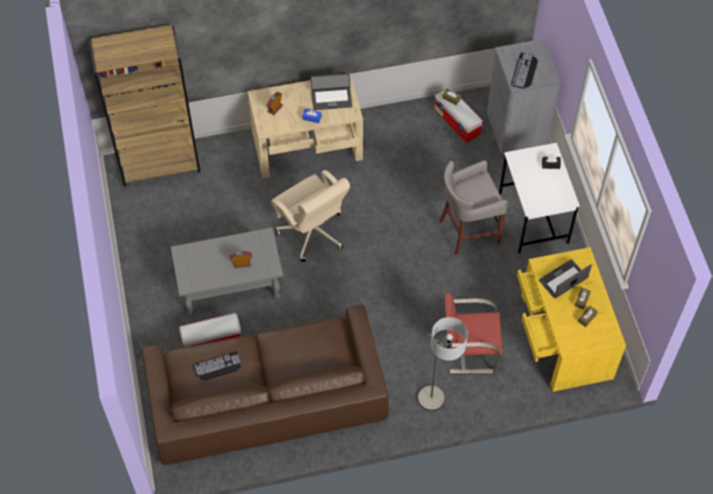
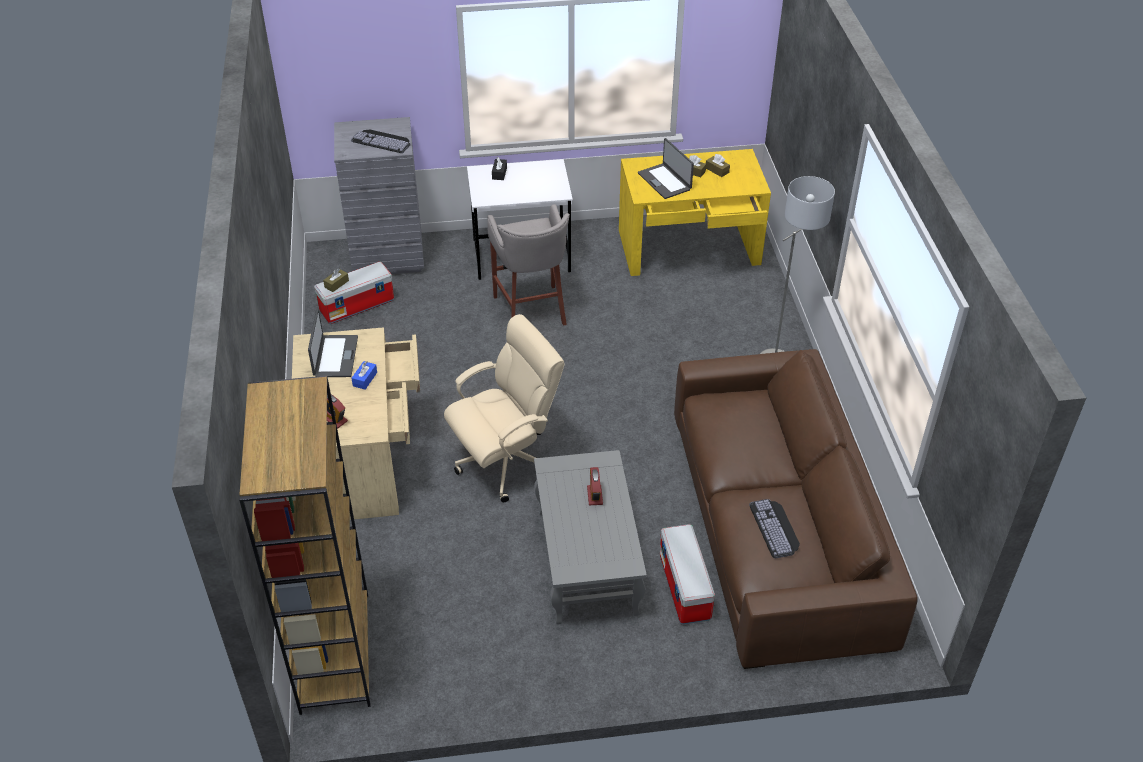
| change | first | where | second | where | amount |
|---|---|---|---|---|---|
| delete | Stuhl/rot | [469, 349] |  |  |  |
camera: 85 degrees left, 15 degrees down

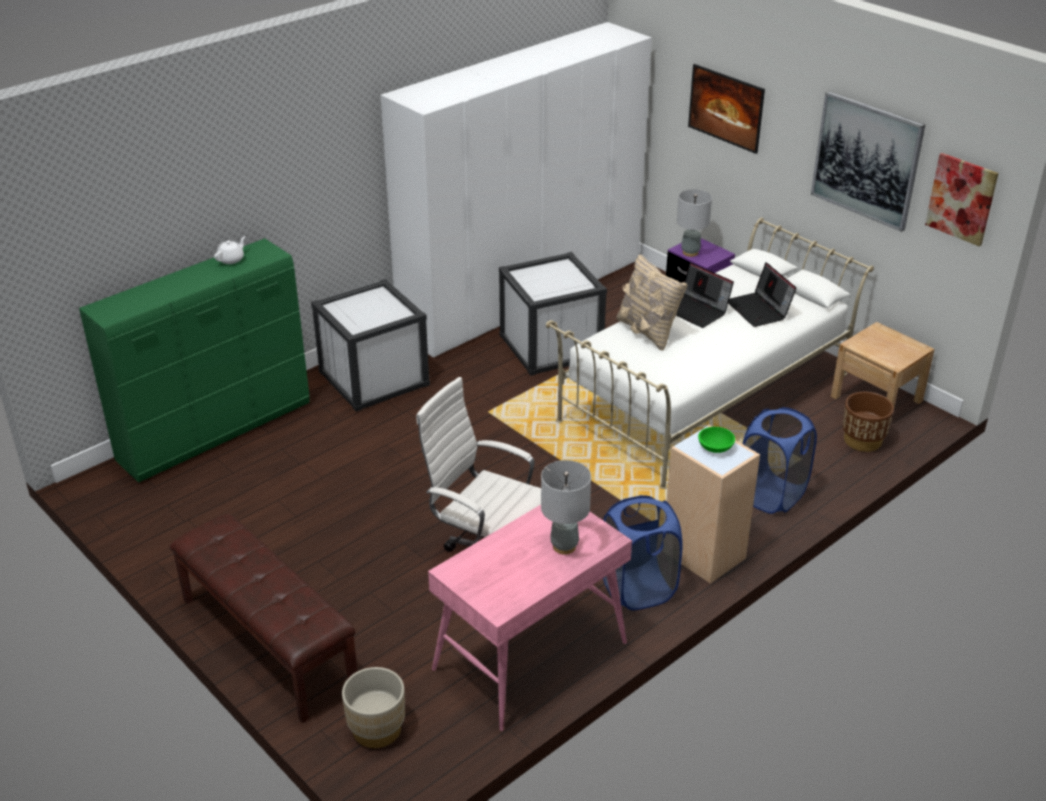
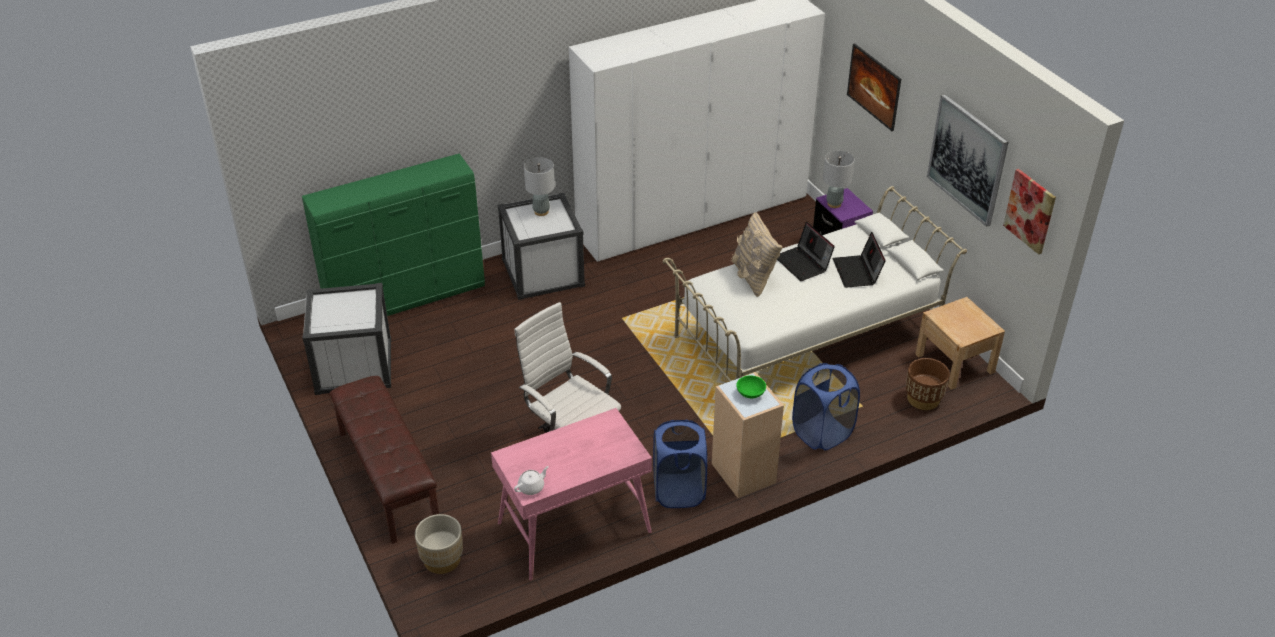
| change | first | where | second | where | amount |
|---|---|---|---|---|---|
| move | Aufbewahrungsbox/weiß | [550, 346] |  | [353, 366] |  |
| move | Teekanne/weiß | [231, 259] |  | [532, 487] |  |
| move | Tischlampe/grau | [564, 546] |  | [541, 212] |  |
camera: 15 degrees right, 5 degrees up

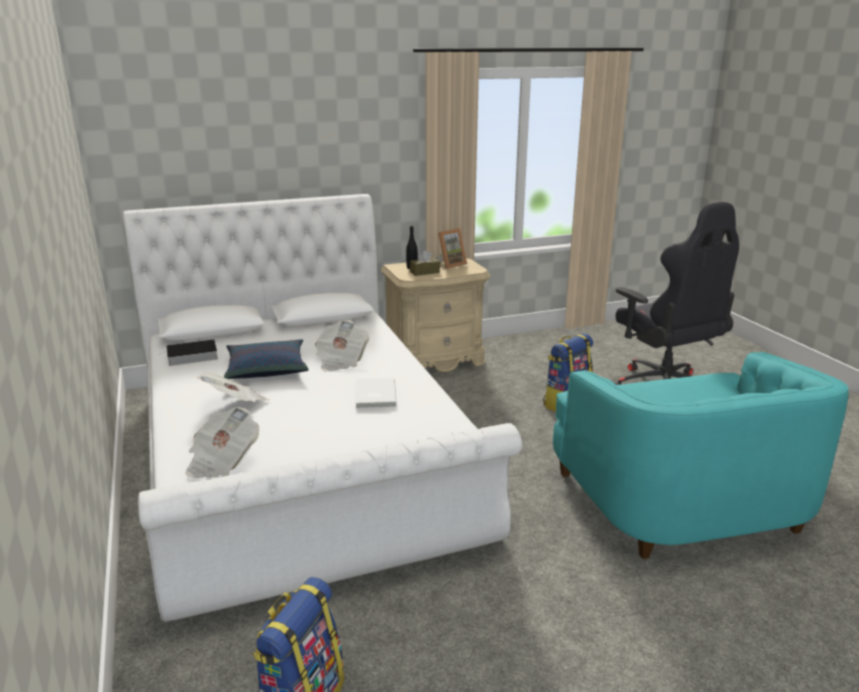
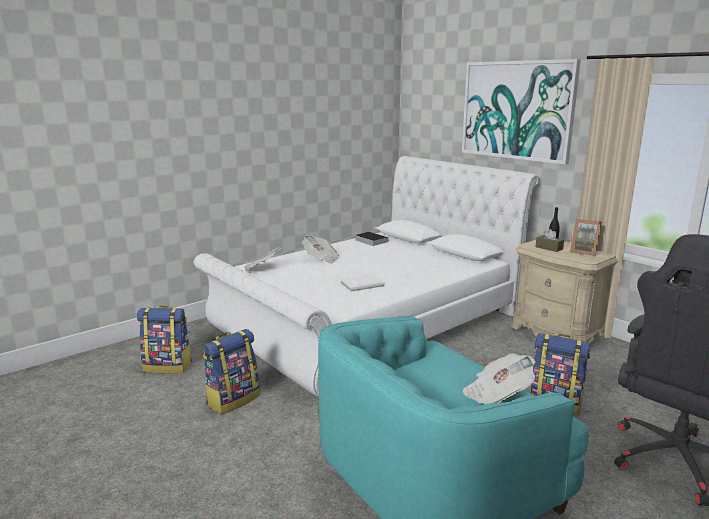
| change | first | where | second | where | amount |
|---|---|---|---|---|---|
| insert |  |  | Rucksack | [233, 399] |  |
| insert |  |  | Bild | [517, 110] |  |
| move | Zeitung | [341, 360] |  | [497, 395] |  |
| delete | Kissen/blau | [267, 369] |  |  |  |
camera: 70 degrees right, 5 degrees down

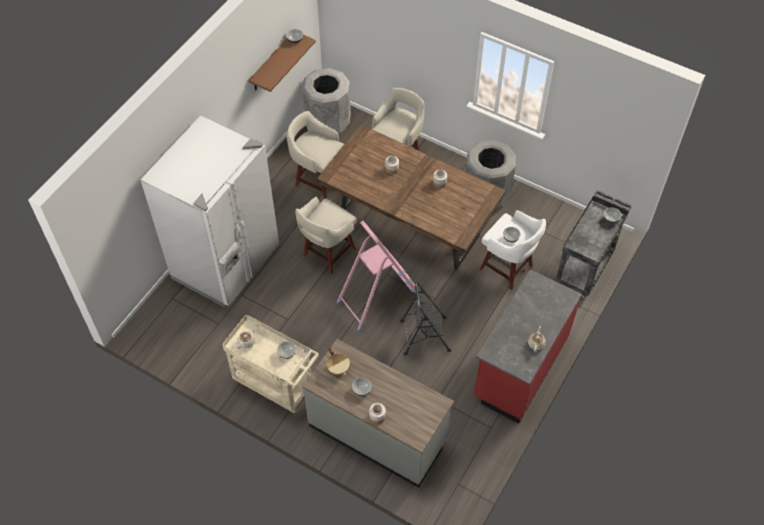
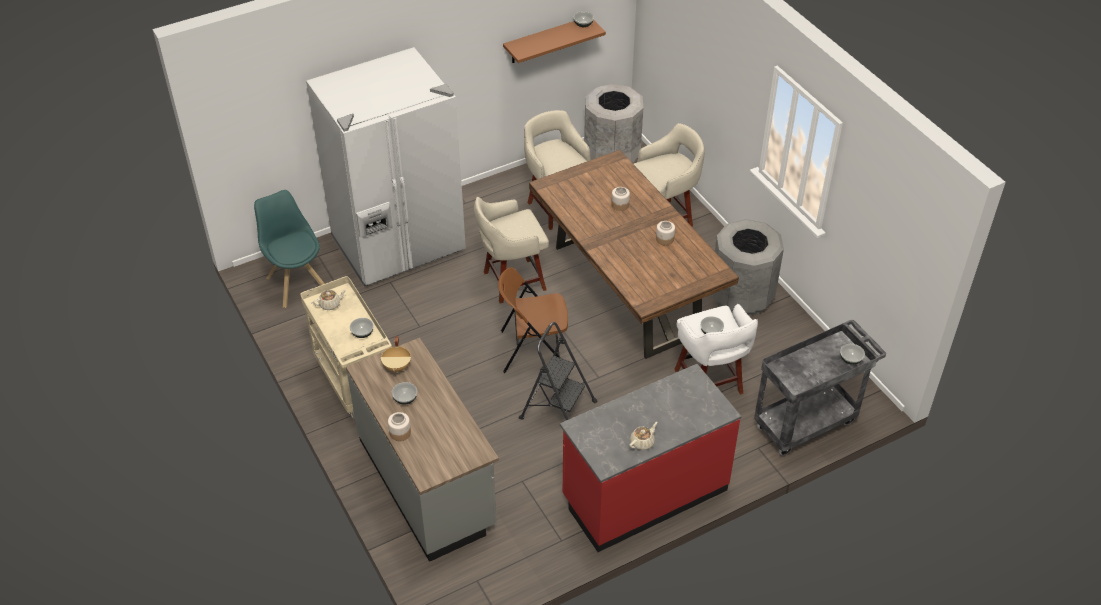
| change | first | where | second | where | amount |
|---|---|---|---|---|---|
| insert |  |  | Stuhl/türkis | [296, 284] |  |
| replace | Trittleiter/rosa | [379, 298] | Stuhl/braun | [534, 349] |  |
camera: 30 degrees right, 10 degrees down

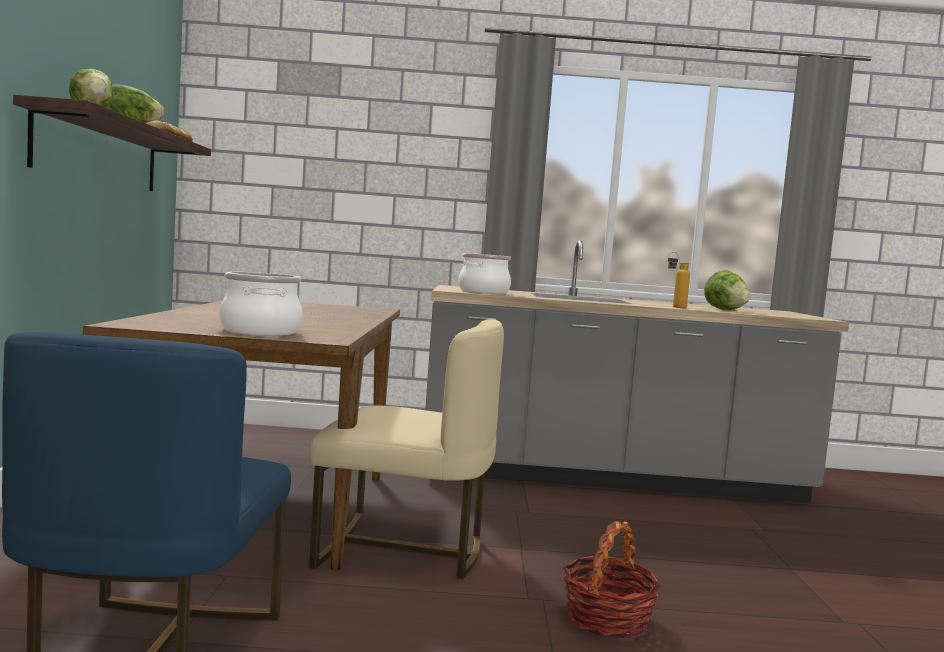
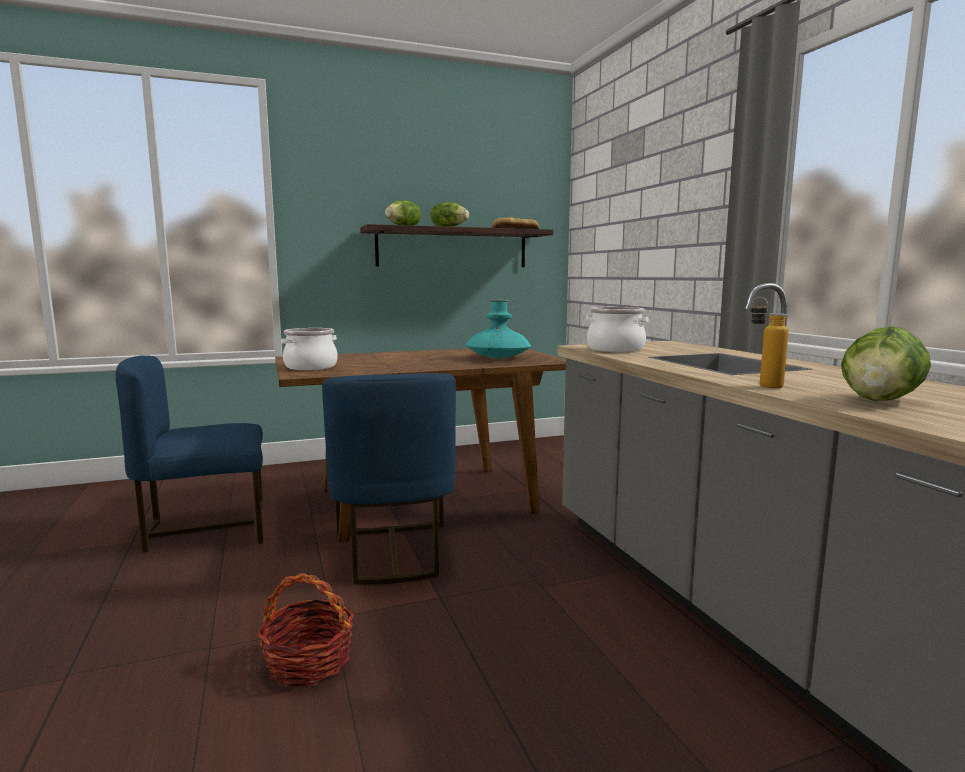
| change | first | where | second | where | amount |
|---|---|---|---|---|---|
| recolor | Stuhl/beige | [403, 549] | Stuhl/blau | [393, 553] |  |
| insert |  |  | Vase/türkis | [498, 358] |  |
camera: 70 degrees right, 5 degrees up

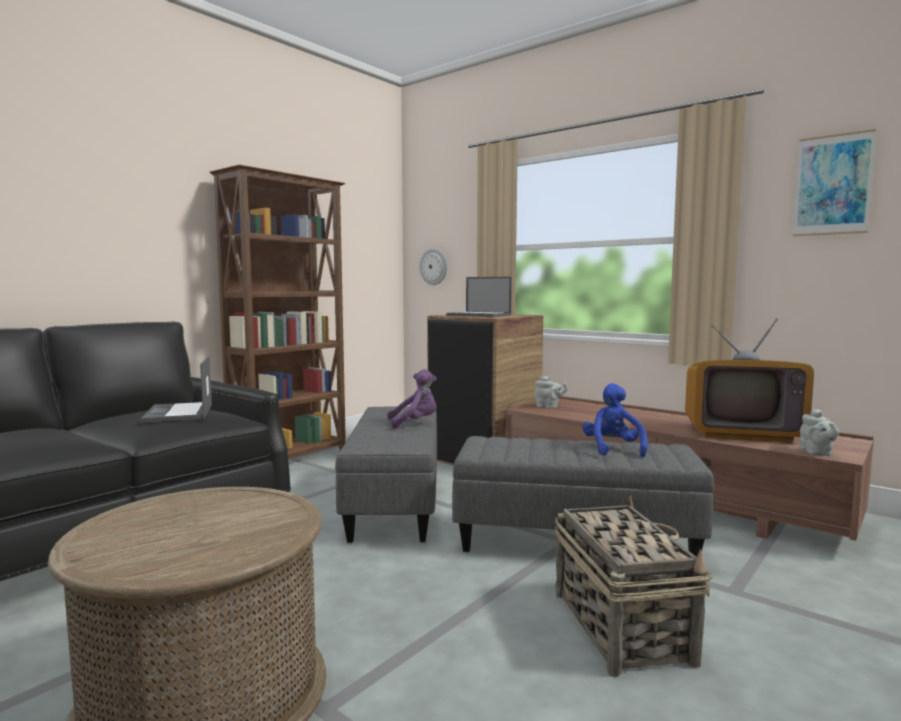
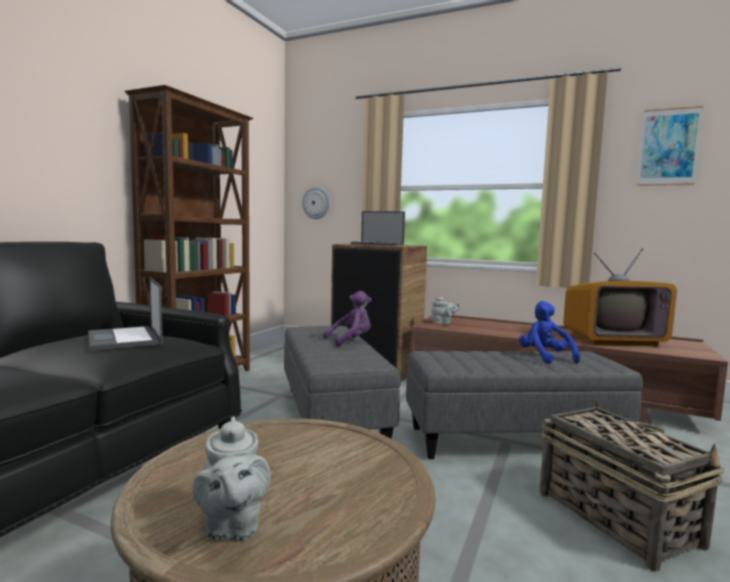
| change | first | where | second | where | amount |
|---|---|---|---|---|---|
| move | Teekanne/grau | [817, 453] |  | [232, 526] |  |
camera: 15 degrees left, 0 degrees up

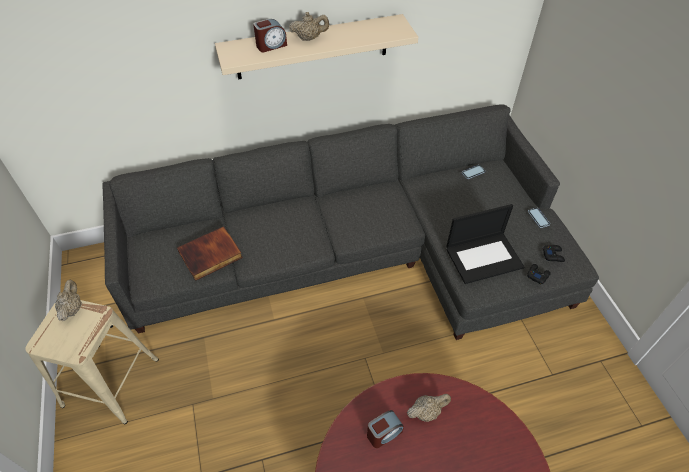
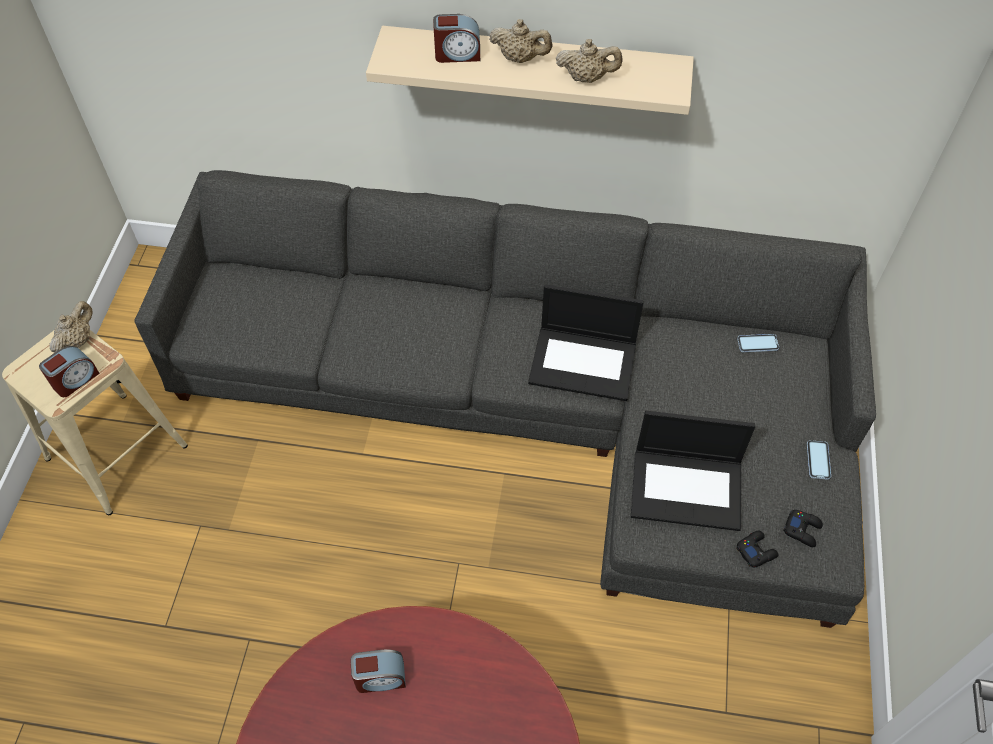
| change | first | where | second | where | amount |
|---|---|---|---|---|---|
| insert |  |  | Wecker | [75, 380] |  |
| insert |  |  | Laptop | [584, 362] |  |
| move | Teekanne/beige | [426, 412] |  | [587, 78] |  |
| delete | Buch | [210, 256] |  |  |  |
camera: 25 degrees right, 5 degrees up

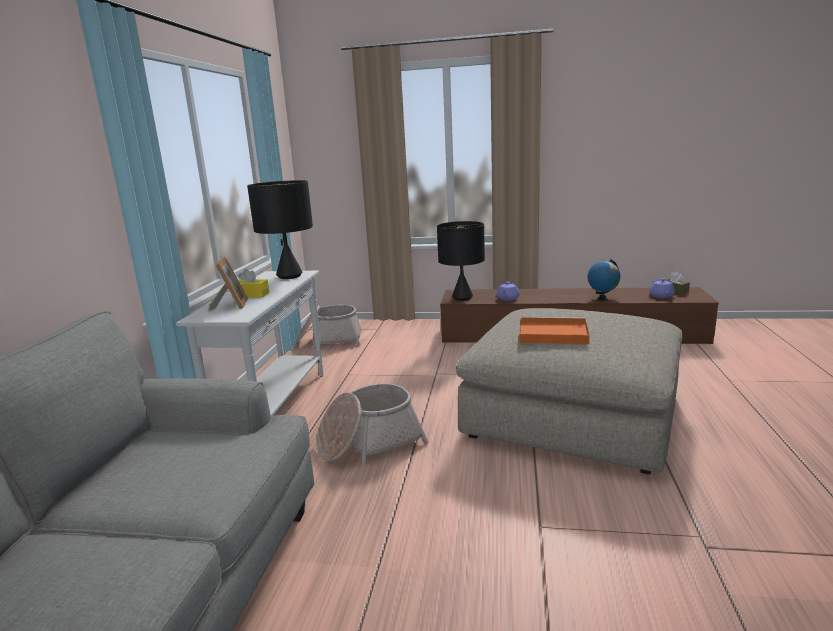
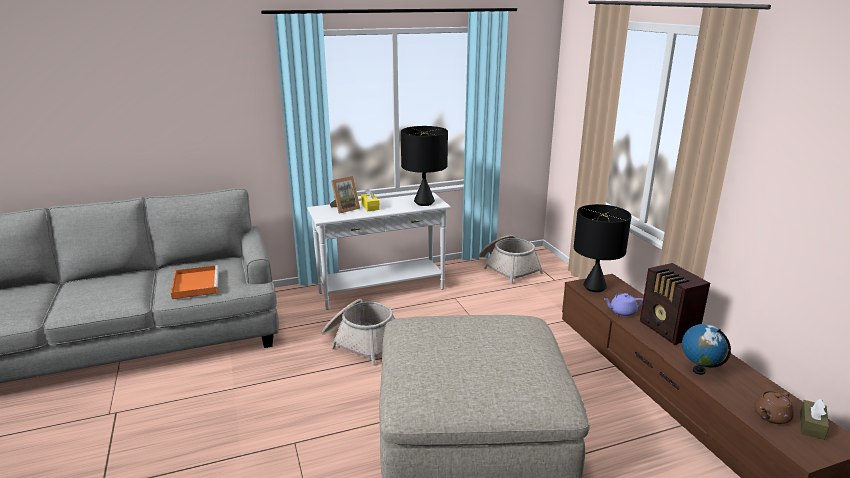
| change | first | where | second | where | amount |
|---|---|---|---|---|---|
| move | Tablett/orange | [551, 334] |  | [195, 284] |  |
| insert |  |  | Radio | [668, 330] |  |
| recolor | Teekanne/lila | [661, 296] | Teekanne/braun | [771, 416] |  |
camera: 60 degrees right, 5 degrees up

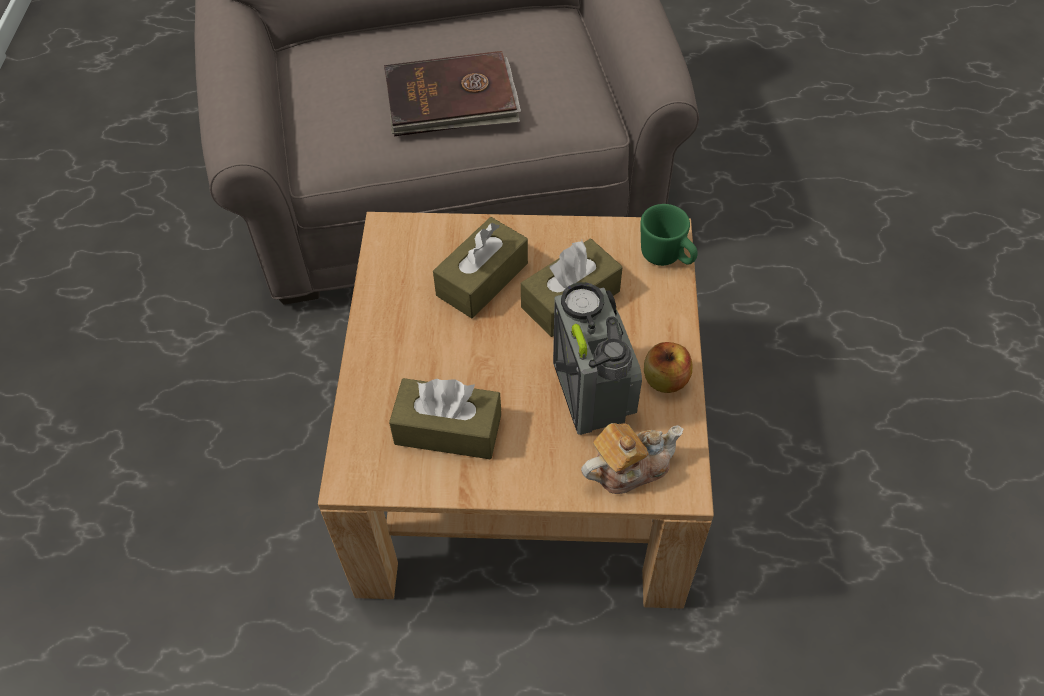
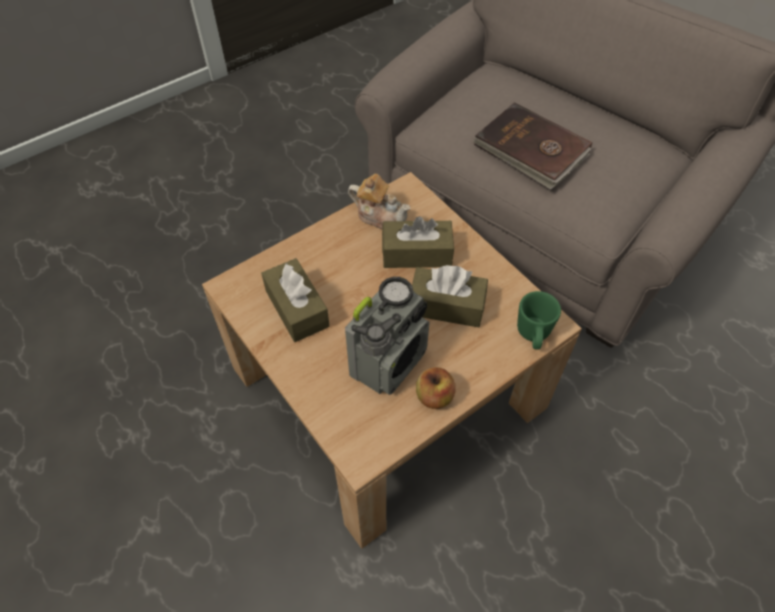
| change | first | where | second | where | amount |
|---|---|---|---|---|---|
| move | Teekanne | [628, 467] |  | [380, 216] |  |
camera: 50 degrees right, 0 degrees up

